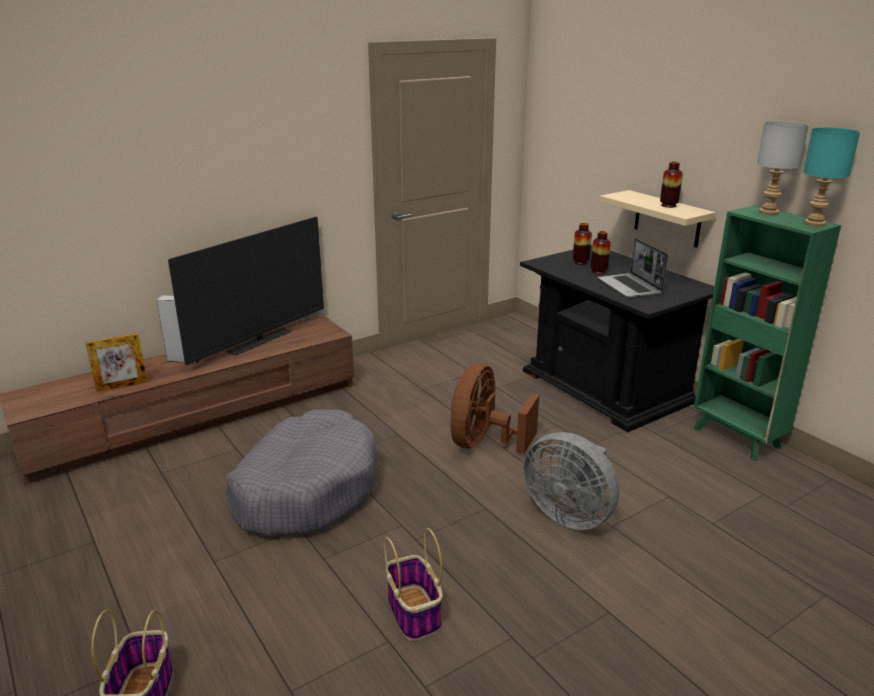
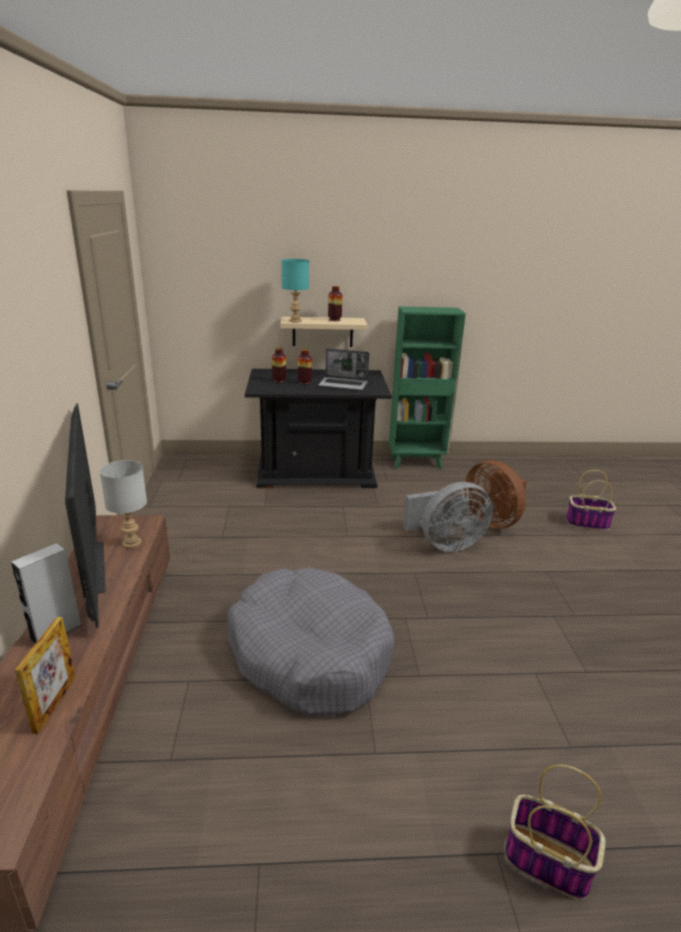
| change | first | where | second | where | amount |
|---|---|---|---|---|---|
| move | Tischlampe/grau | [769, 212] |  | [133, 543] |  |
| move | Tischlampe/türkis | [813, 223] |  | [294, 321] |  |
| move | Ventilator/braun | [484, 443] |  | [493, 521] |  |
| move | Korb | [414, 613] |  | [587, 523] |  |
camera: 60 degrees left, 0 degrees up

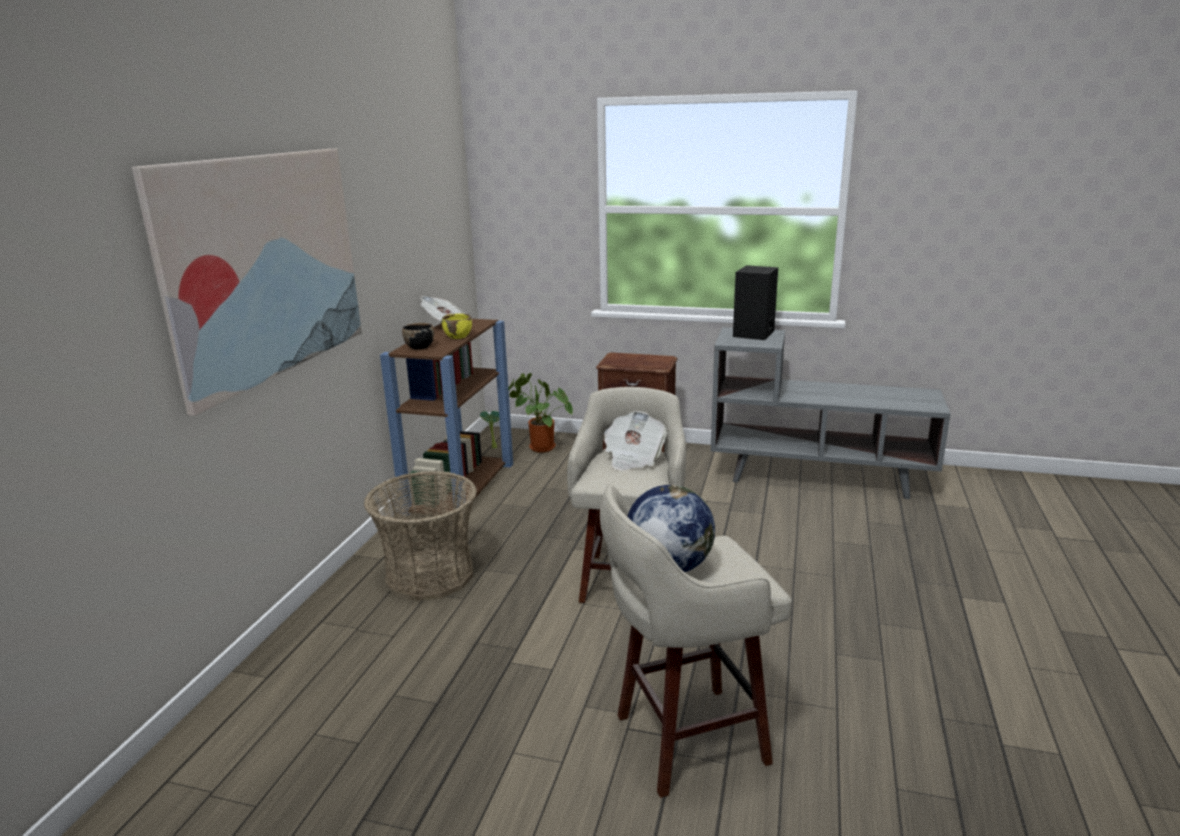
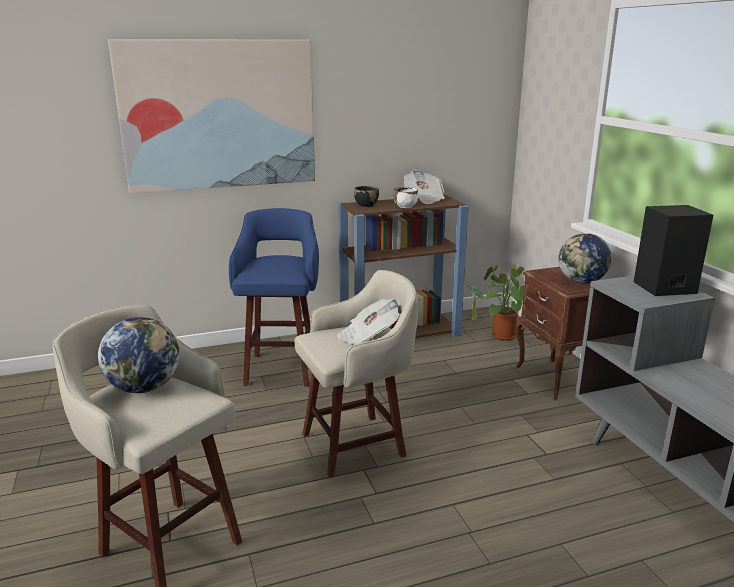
| change | first | where | second | where | amount |
|---|---|---|---|---|---|
| replace | Korb | [429, 575] | Hocker/blau | [281, 368] |  |
| recolor | Schüssel/gelb | [458, 336] | Schüssel/weiß | [405, 206] |  |
| insert |  |  | Globus | [581, 282] |  |
camera: 55 degrees right, 0 degrees up

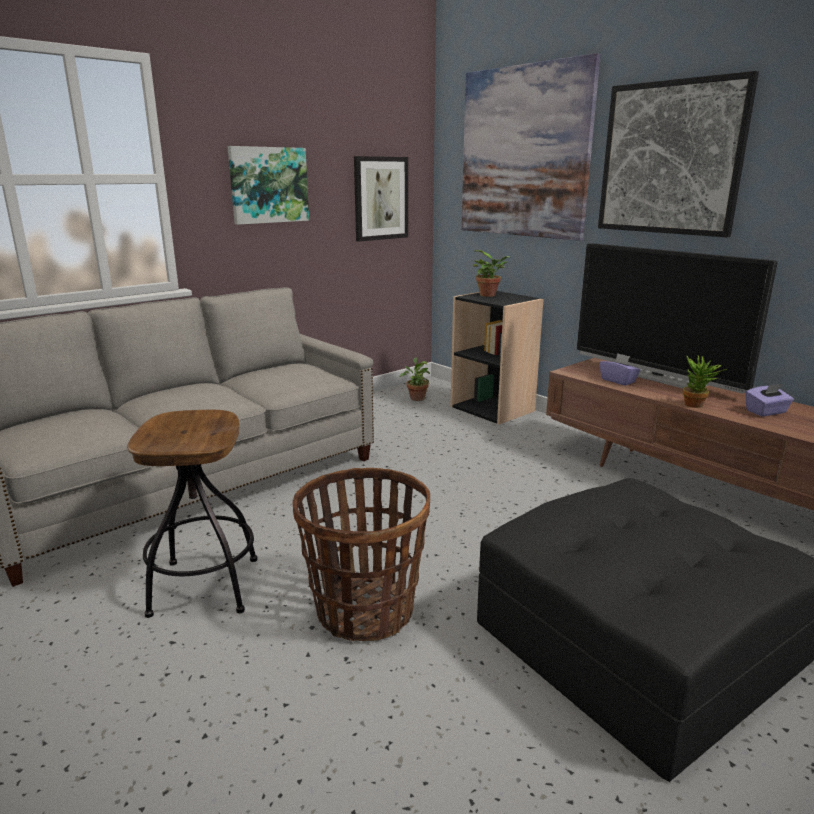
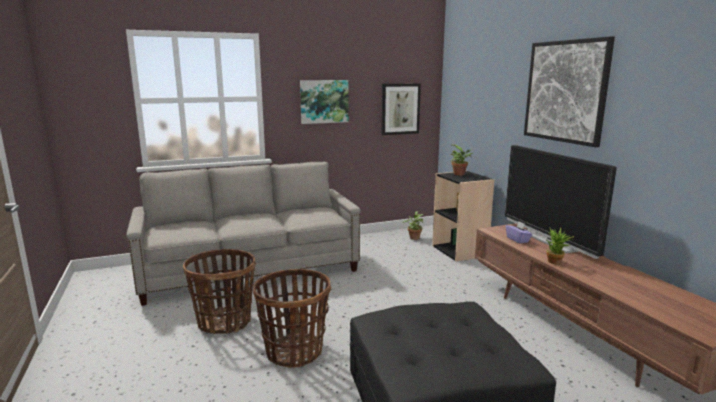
| change | first | where | second | where | amount |
|---|---|---|---|---|---|
| replace | Hocker/braun | [205, 585] | Korb | [225, 322] |  |
| delete | Bild | [524, 153] |  |  |  |
| delete | Taschentuchbox/lila | [766, 412] |  |  |  |
camera: 20 degrees right, 5 degrees down

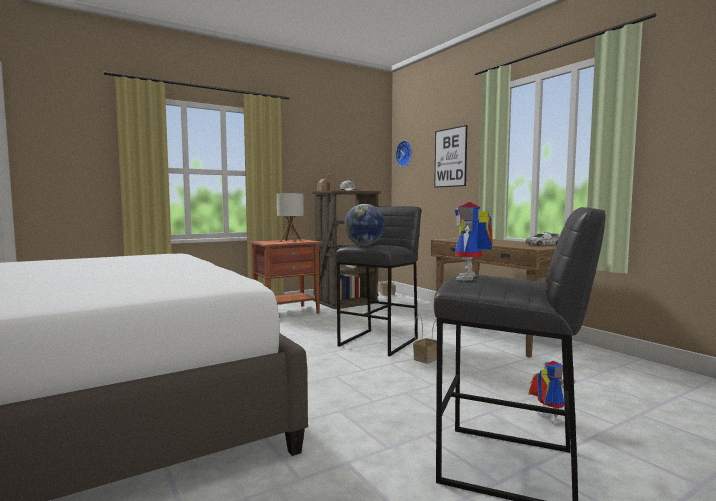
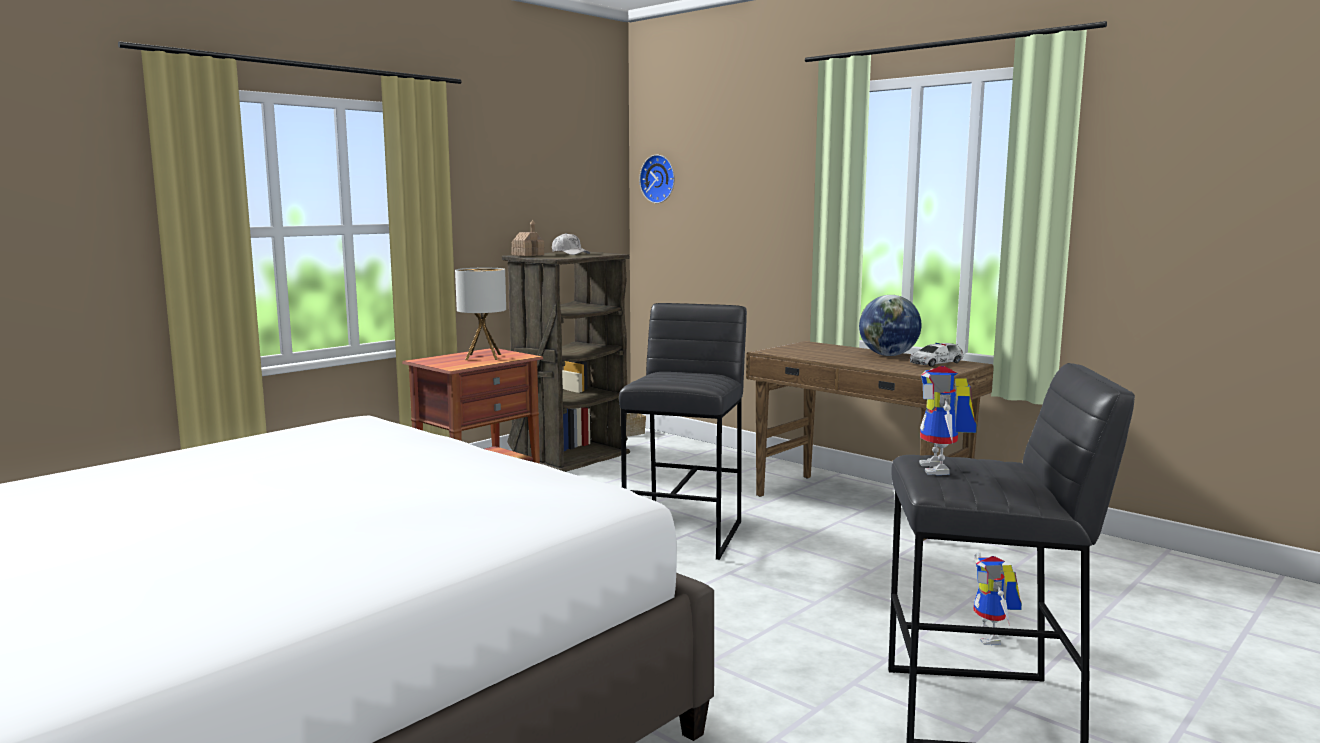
| change | first | where | second | where | amount |
|---|---|---|---|---|---|
| move | Globus | [364, 245] |  | [888, 355] |  |
| rotate | Spielzeugroboter | [545, 419] |  | [993, 638] | 150 degrees counterclockwise |
| delete | Korb | [426, 359] |  |  |  |
| delete | Bild | [450, 157] |  |  |  |
camera: 15 degrees left, 5 degrees up

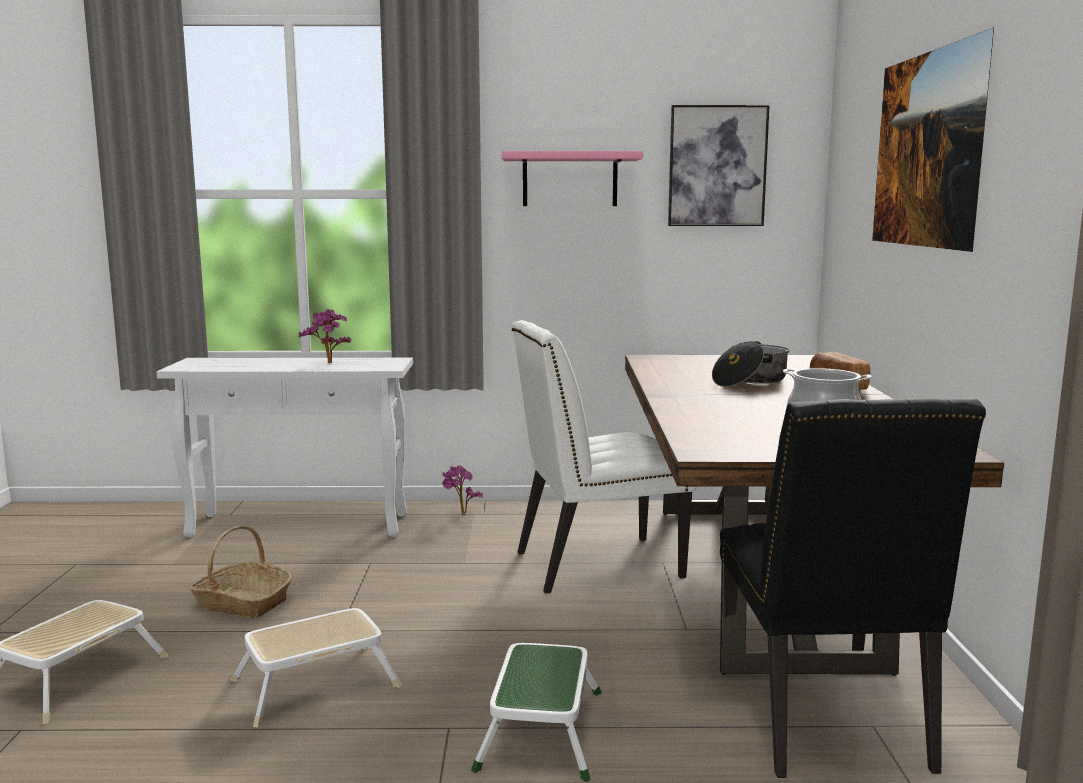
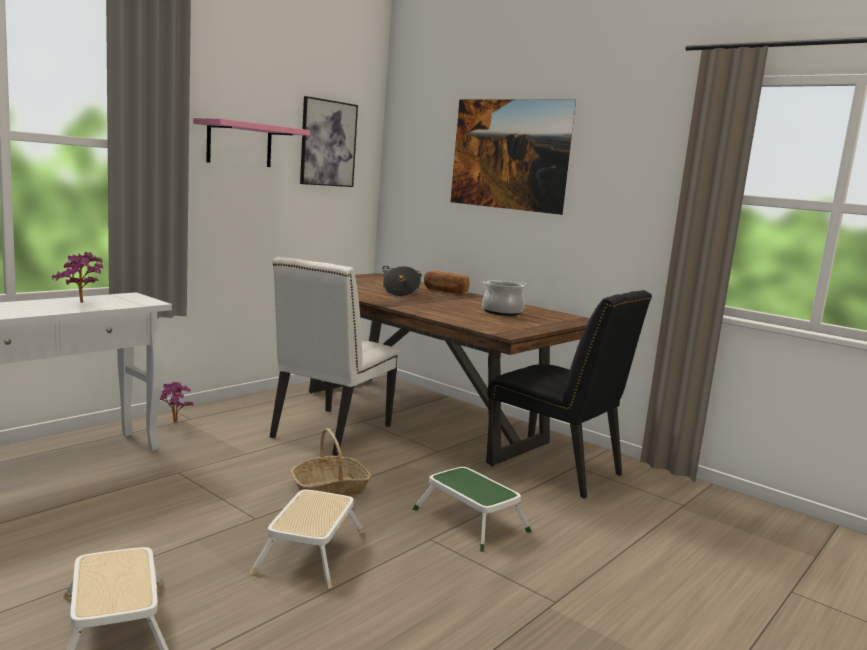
| change | first | where | second | where | amount |
|---|---|---|---|---|---|
| move | Korb | [242, 603] |  | [329, 489] |  |
camera: 50 degrees left, 0 degrees up

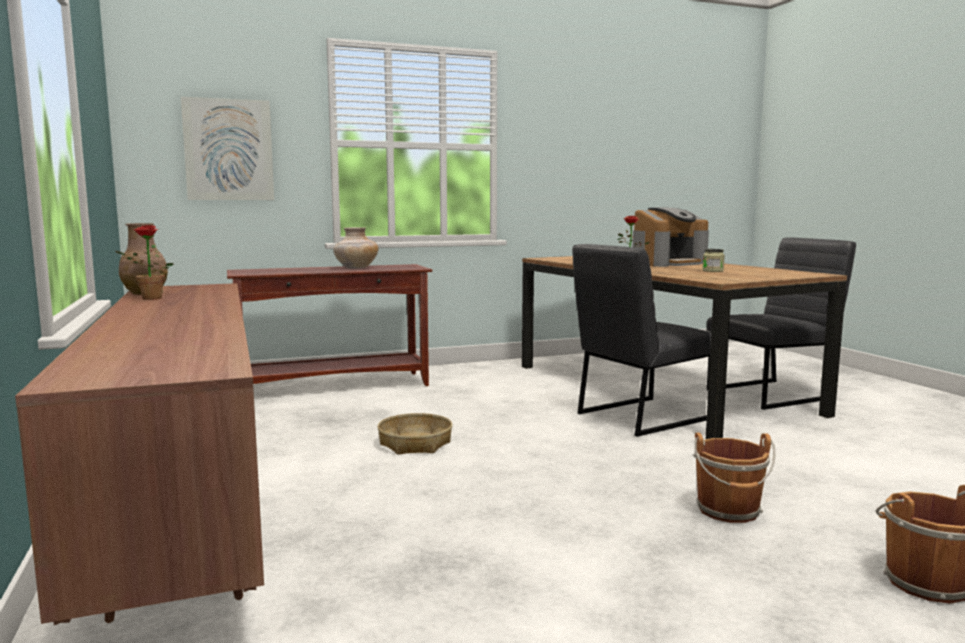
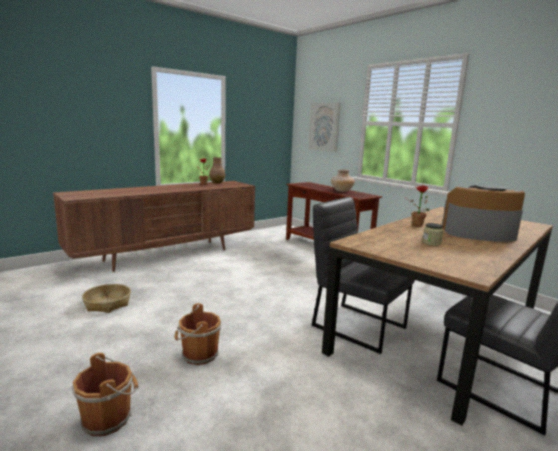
| change | first | where | second | where | amount |
|---|---|---|---|---|---|
| move | Korb | [415, 444] |  | [107, 304] |  |
| rotate | Kaffeemaschine | [668, 263] |  | [478, 233] | 150 degrees clockwise |
camera: 70 degrees right, 5 degrees up

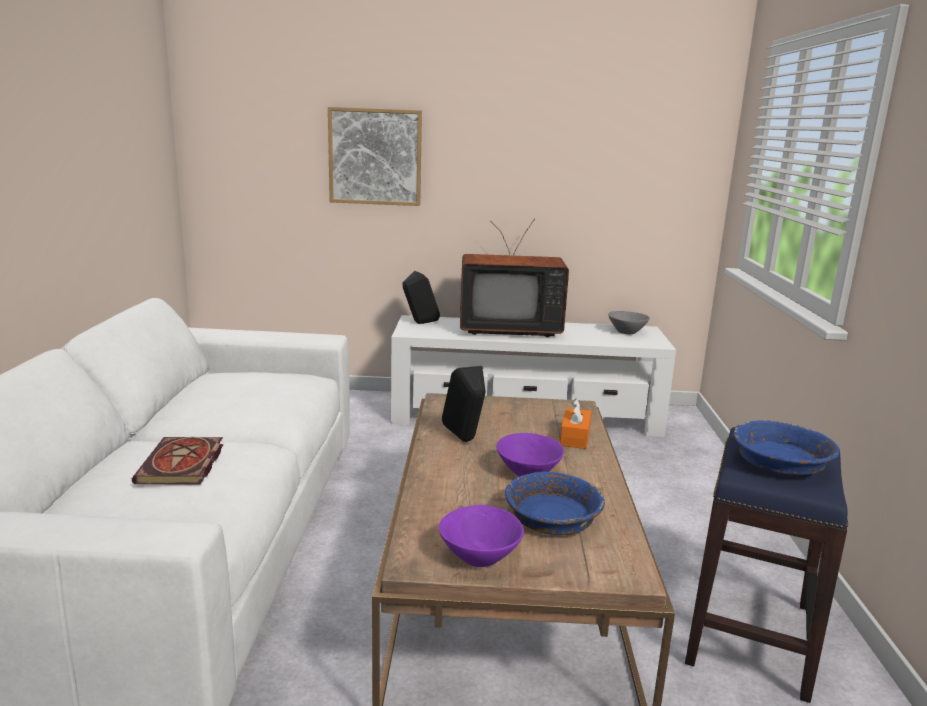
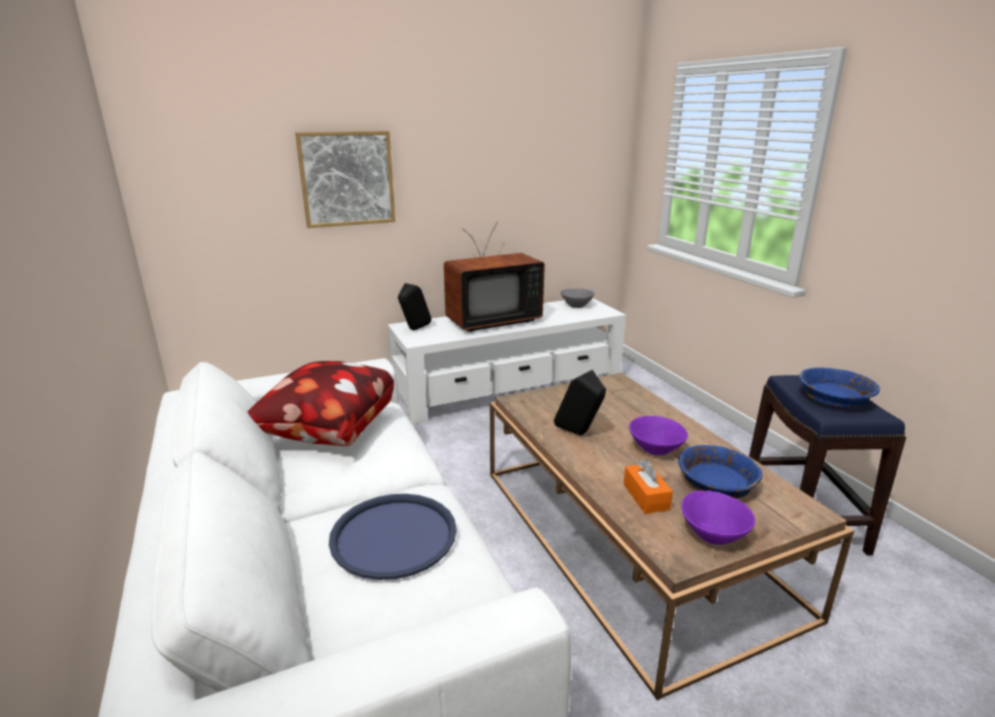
| change | first | where | second | where | amount |
|---|---|---|---|---|---|
| insert |  |  | Kissen | [326, 432] |  |
| replace | Buch | [182, 465] | Tablett/blau | [394, 536] |  |
| move | Taschentuchbox/orange | [575, 437] |  | [646, 497] |  |
camera: 25 degrees left, 5 degrees up

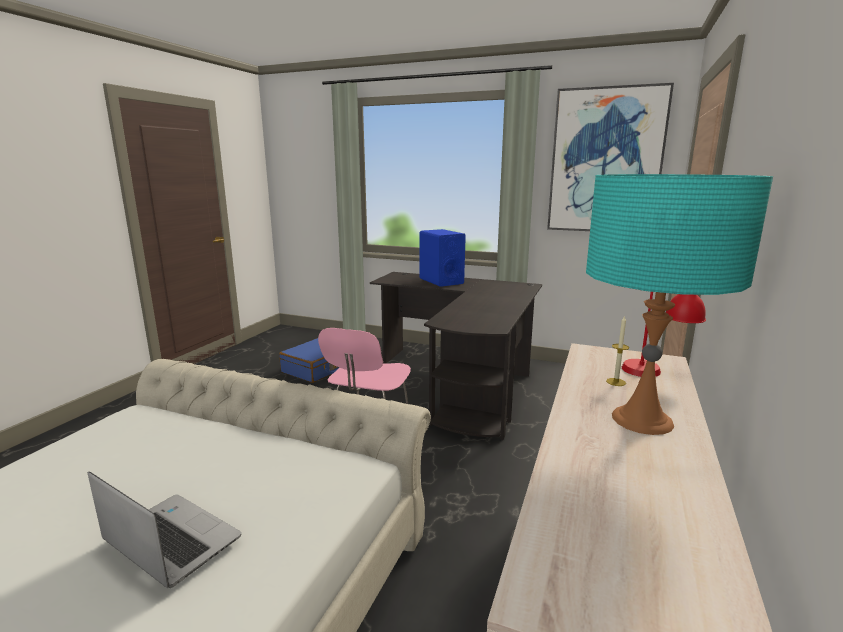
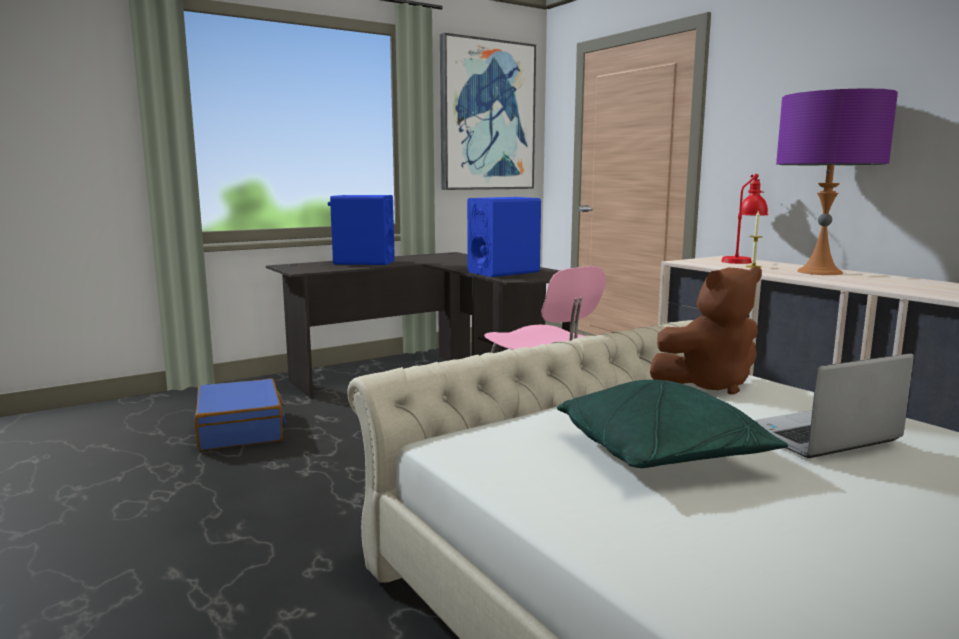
| change | first | where | second | where | amount |
|---|---|---|---|---|---|
| insert |  |  | Lautsprecher/blau | [504, 272] |  |
| insert |  |  | Kissen/grün | [662, 455] |  |
| insert |  |  | Plüschtier/braun | [708, 385] |  |
| recolor | Tischlampe/türkis | [642, 419] | Tischlampe/lila | [819, 272] |  |
camera: 55 degrees left, 5 degrees down

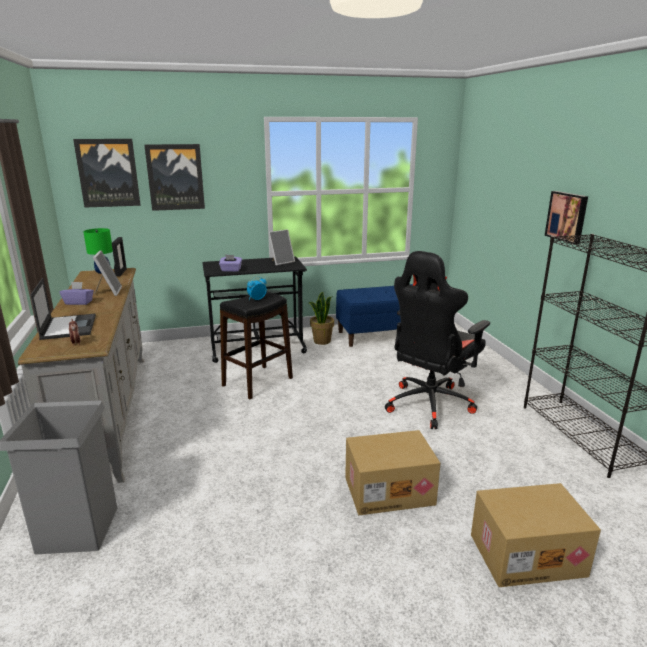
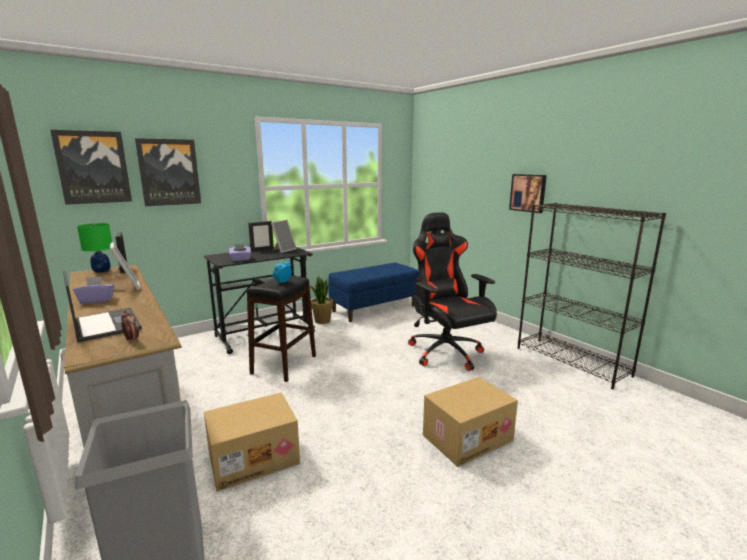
| change | first | where | second | where | amount |
|---|---|---|---|---|---|
| move | Karton | [527, 554] |  | [254, 457] |  |
| insert |  |  | Bilderrahmen | [262, 249] |  |
| rotate | Bürostuhl/schwarz | [433, 402] |  | [448, 355] | 135 degrees clockwise |
camera: 20 degrees left, 5 degrees down

